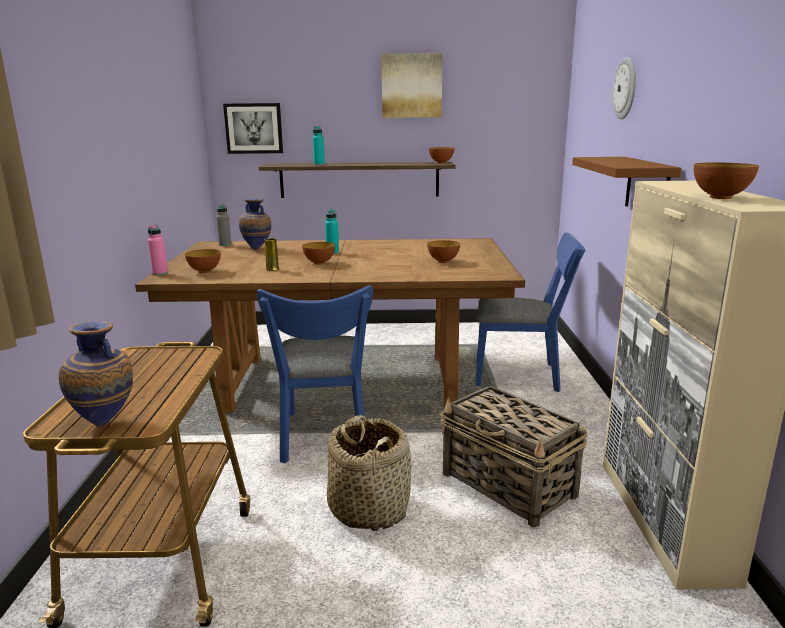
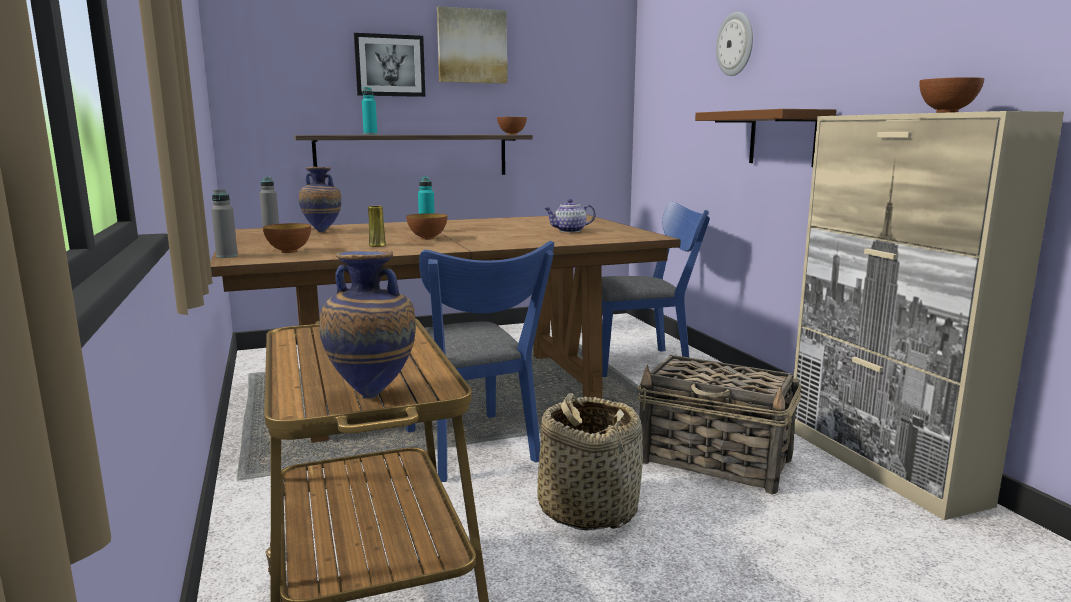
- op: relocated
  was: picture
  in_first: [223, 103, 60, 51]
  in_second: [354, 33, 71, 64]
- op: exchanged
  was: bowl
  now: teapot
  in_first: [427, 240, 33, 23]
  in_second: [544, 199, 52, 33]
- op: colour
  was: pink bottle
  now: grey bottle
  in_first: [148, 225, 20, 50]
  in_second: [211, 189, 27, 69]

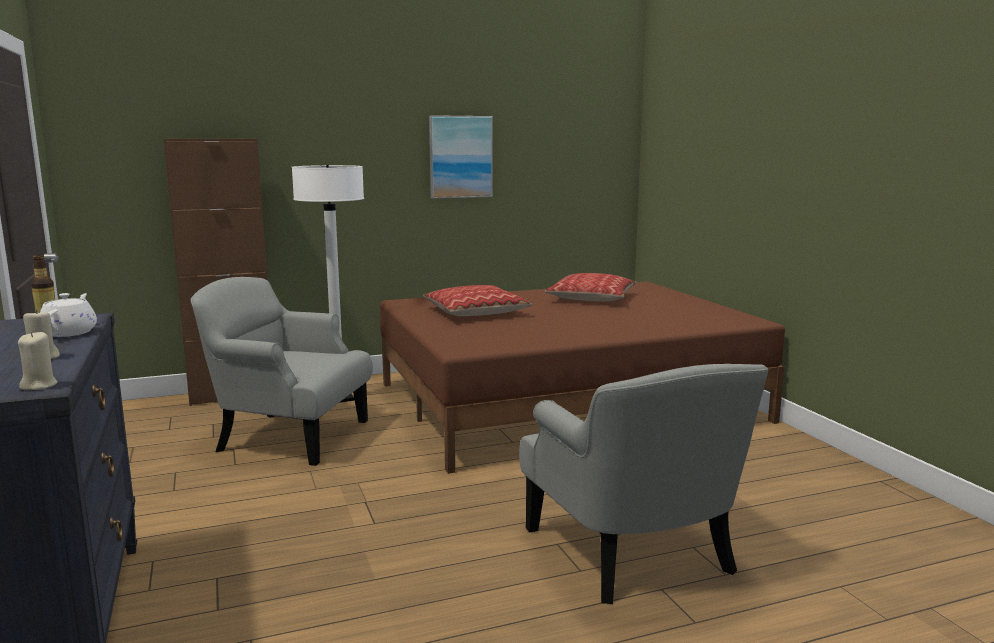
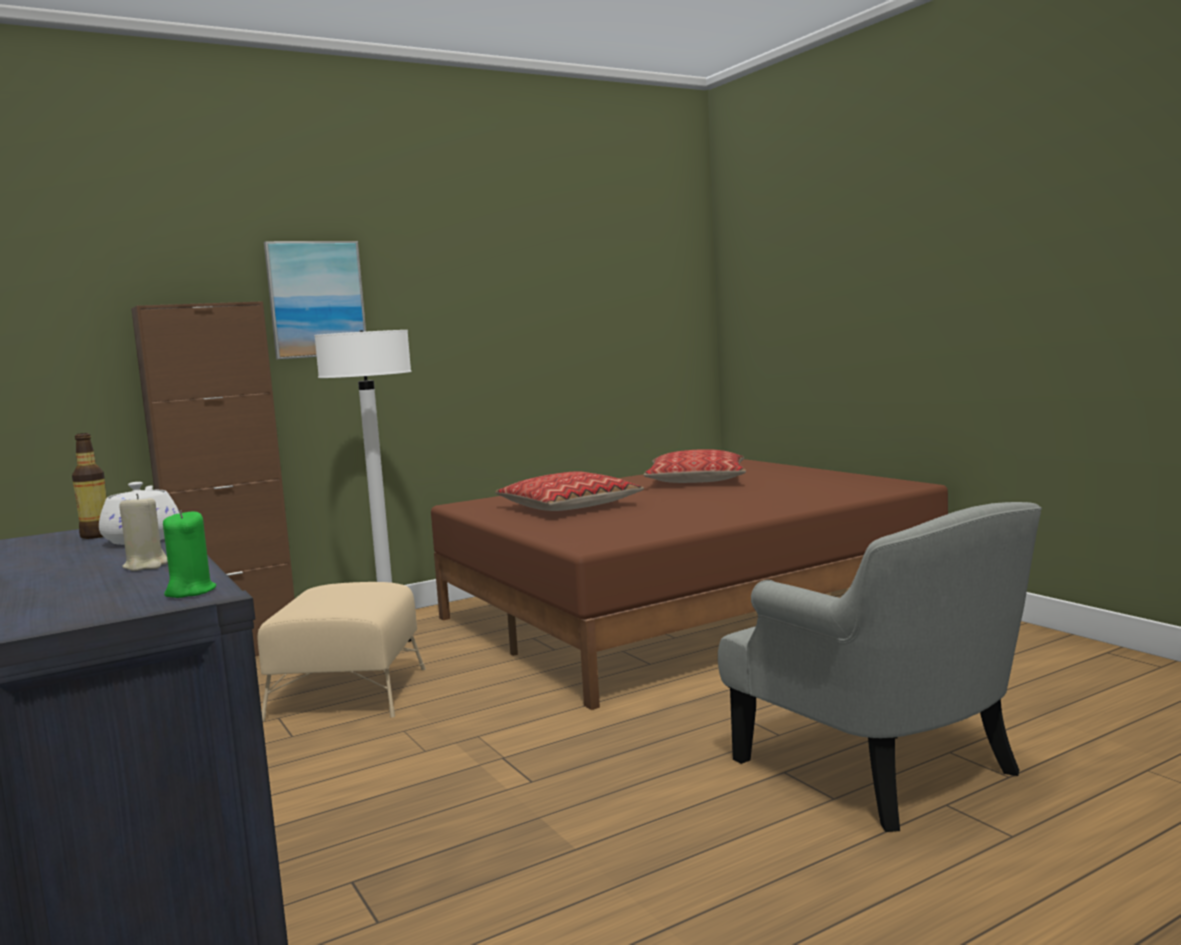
- op: relocated
  was: picture
  in_first: [429, 115, 64, 84]
  in_second: [264, 241, 102, 118]
- op: exchanged
  was: grey armchair
  now: beige ottoman
  in_first: [191, 277, 182, 189]
  in_second: [258, 582, 168, 139]
- op: colour
  was: beige candle
  now: green candle
  in_first: [18, 331, 40, 59]
  in_second: [163, 510, 53, 88]

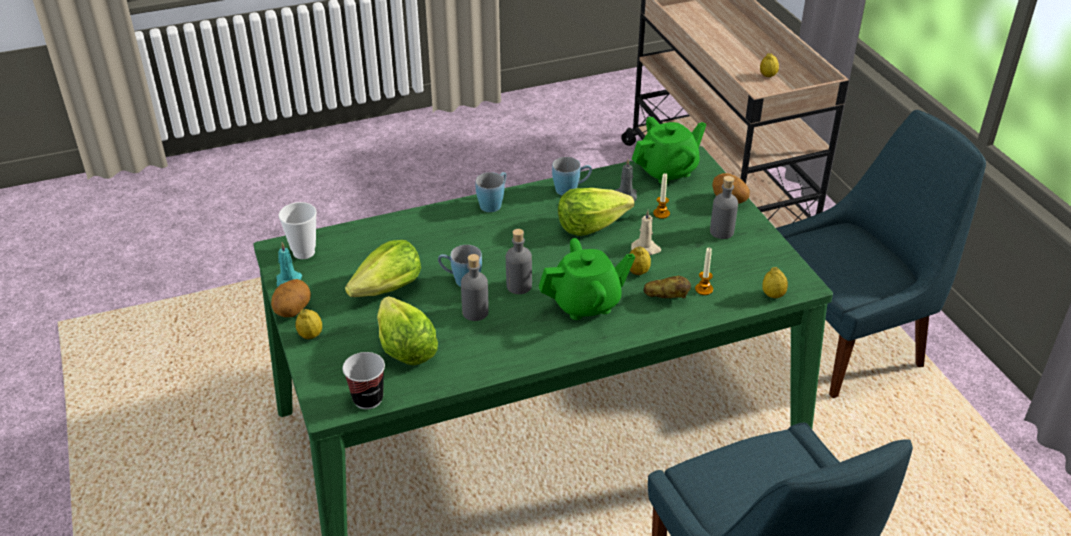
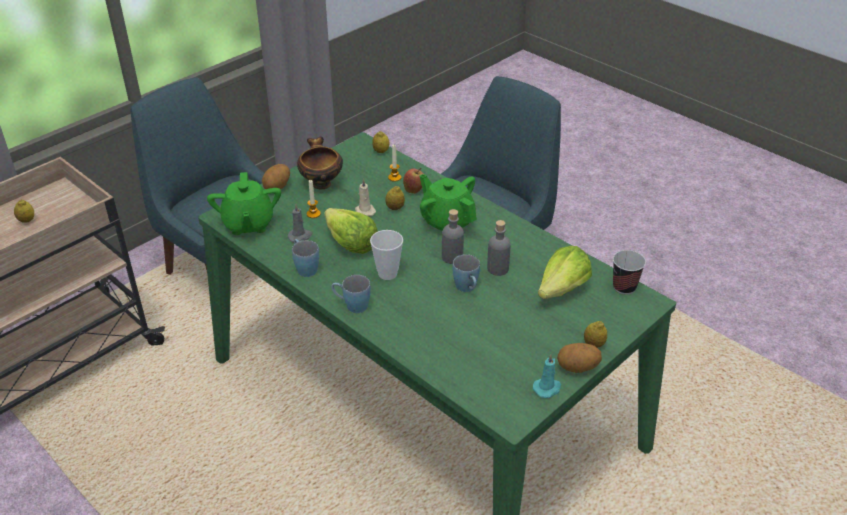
- op: missing
  was: lettuce
  in_first: [345, 240, 76, 57]
- op: relocated
  was: cup
  in_first: [279, 202, 38, 57]
  in_second: [370, 230, 33, 50]
- op: exchanged
  was: potato
  now: apple
  in_first: [644, 276, 47, 22]
  in_second: [403, 168, 22, 26]
- op: exchanged
  was: grey bottle
  now: bowl
  in_first: [710, 176, 28, 63]
  in_second: [297, 136, 46, 54]
- op: spun
  was: green teapot
  in_first: [632, 117, 74, 67]
  in_second: [207, 172, 74, 63]
  clockwise: -135

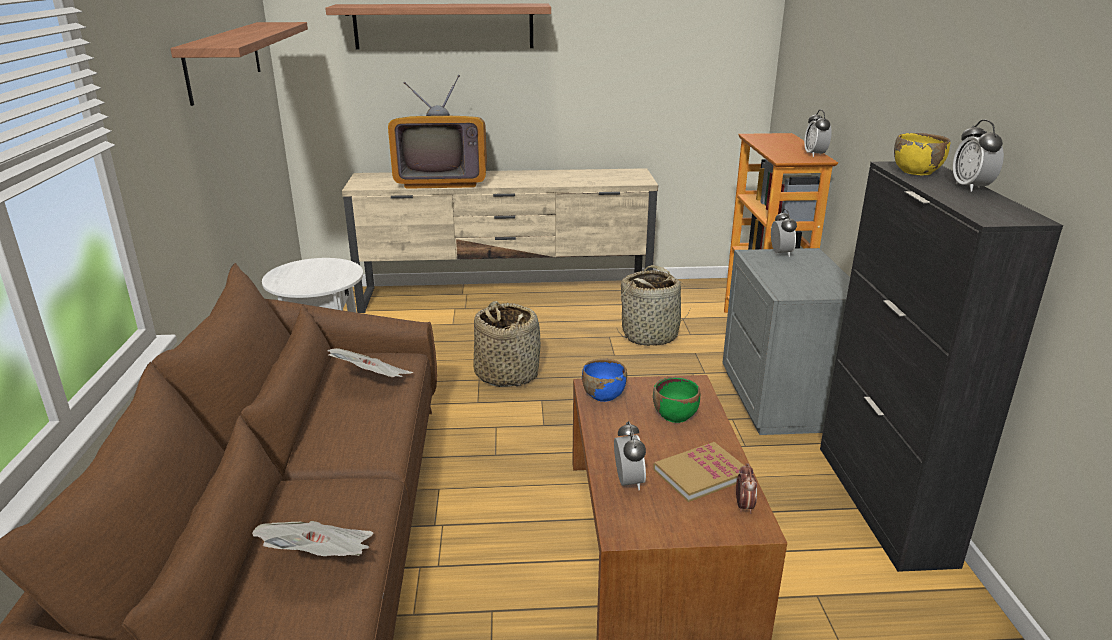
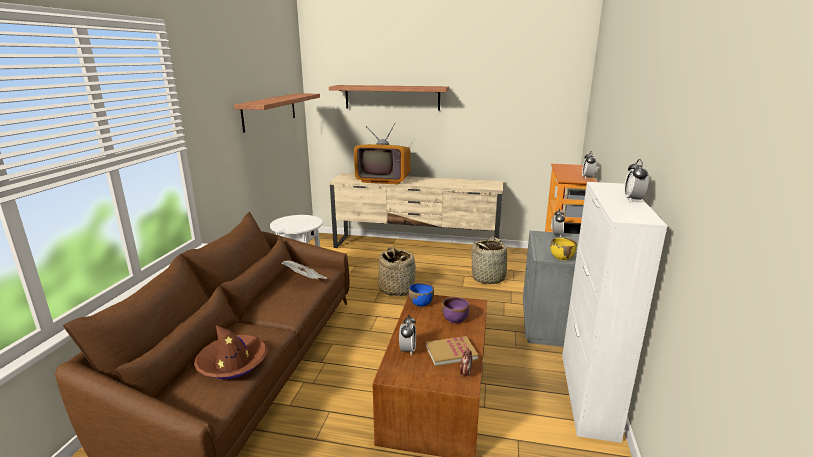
- op: relocated
  was: yellow bowl
  in_first: [894, 133, 56, 42]
  in_second: [550, 238, 27, 22]
- op: exchanged
  was: newspaper
  now: brown hat
  in_first: [252, 521, 121, 35]
  in_second: [194, 325, 73, 54]
- op: colour
  was: green bowl
  now: purple bowl
  in_first: [653, 377, 47, 46]
  in_second: [442, 297, 27, 27]
- op: colour
  was: black cabinet
  now: white cabinet
  in_first: [820, 161, 243, 411]
  in_second: [562, 182, 105, 261]

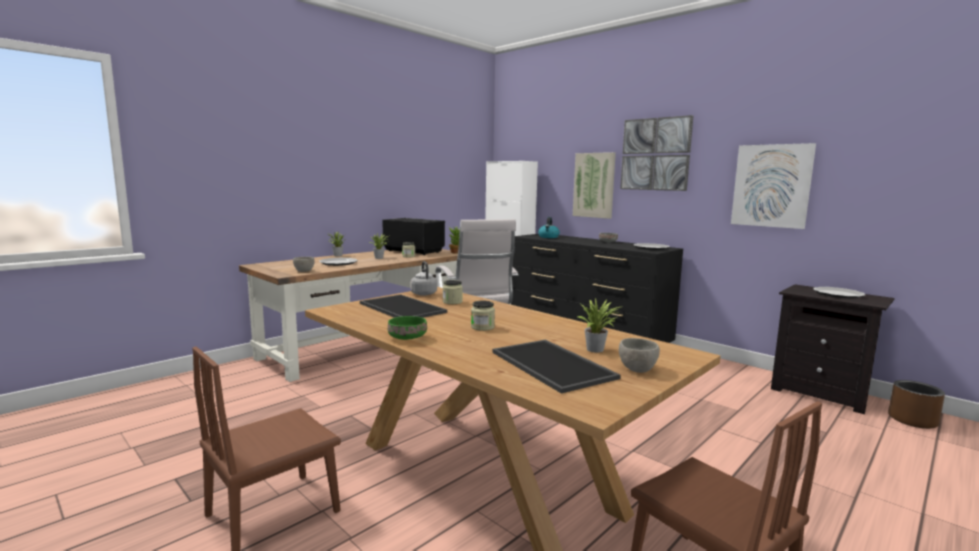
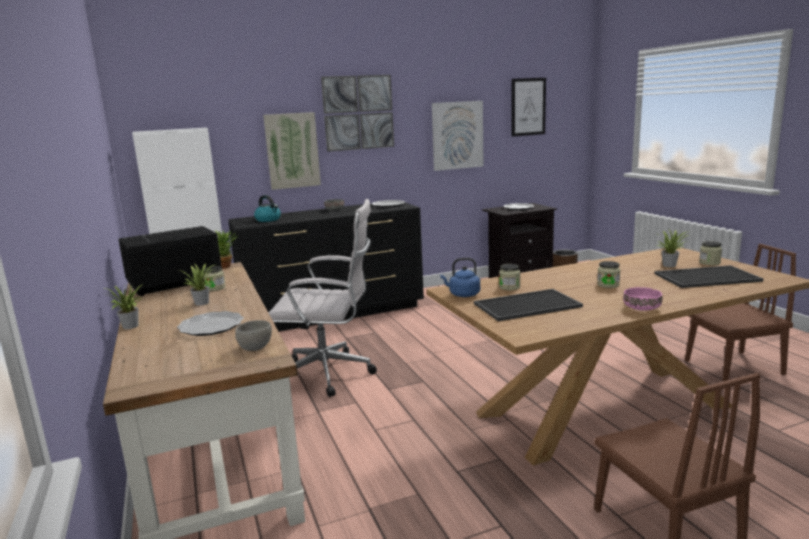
- op: appeared
  now: picture
  in_second: [511, 78, 35, 59]
- op: exchanged
  was: grey bowl
  now: jar
  in_first: [619, 338, 41, 35]
  in_second: [699, 241, 23, 24]
- op: colour
  was: green bowl
  now: pink bowl
  in_first: [388, 316, 39, 24]
  in_second: [623, 287, 39, 24]
- op: colour
  was: grey kettle
  now: blue kettle
  in_first: [411, 261, 26, 35]
  in_second: [440, 258, 40, 39]

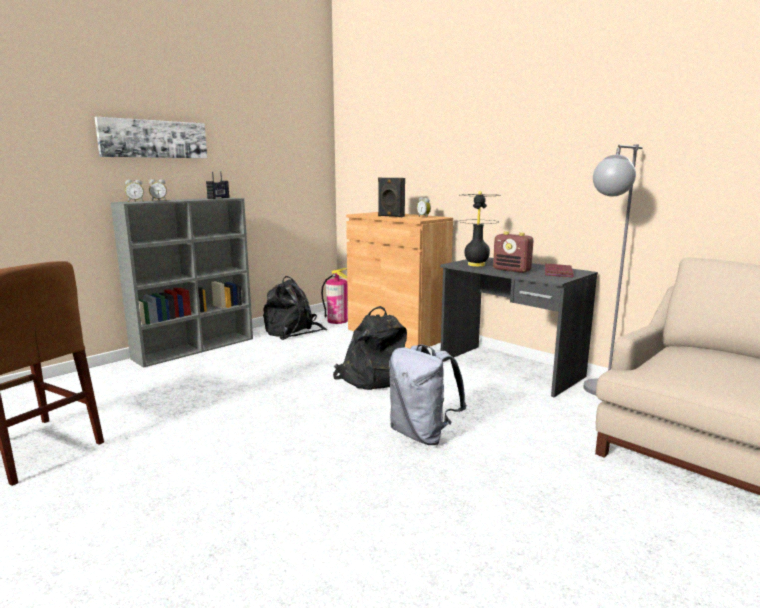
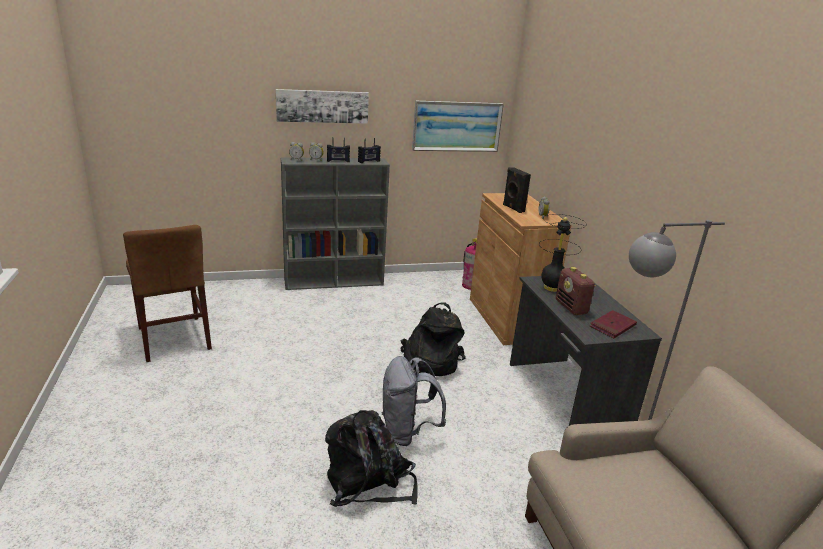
- op: appeared
  now: radio
  in_second: [327, 137, 23, 25]
- op: appeared
  now: picture
  in_second: [412, 101, 92, 51]
- op: relocated
  was: black backpack
  in_first: [263, 276, 65, 64]
  in_second: [325, 410, 93, 97]

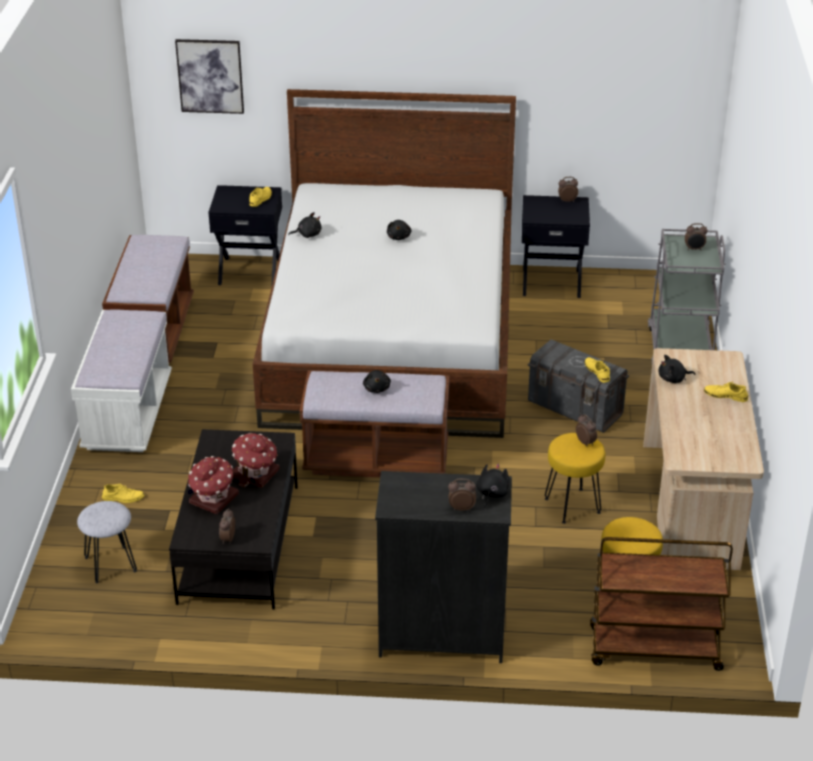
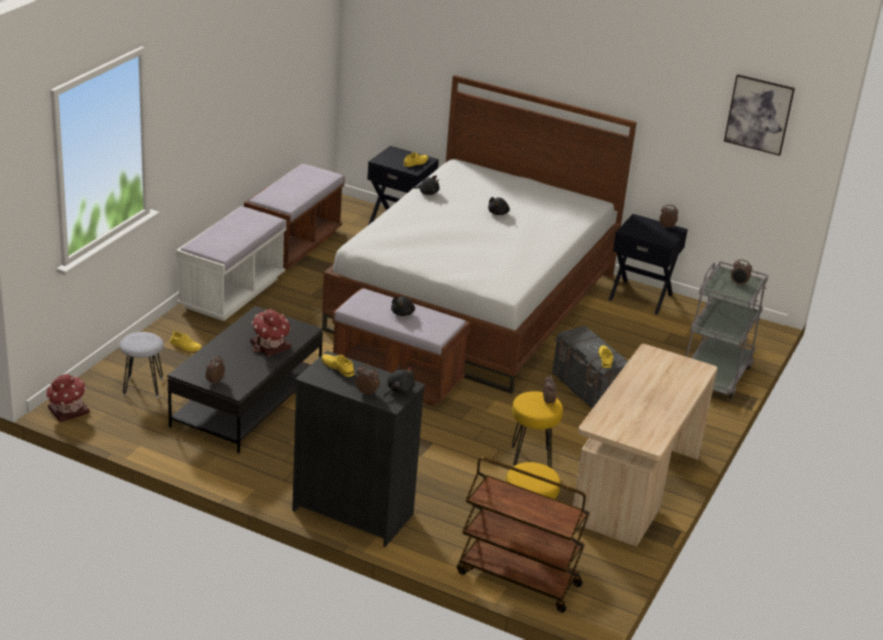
- op: missing
  was: black plush toy
  in_first: [658, 355, 37, 28]
- op: relocated
  was: picture
  in_first: [175, 39, 69, 75]
  in_second: [724, 74, 71, 82]
- op: relocated
  was: toy house
  in_first: [188, 456, 51, 58]
  in_second: [47, 373, 43, 49]
- op: relocated
  was: yellow shoe
  in_first: [704, 382, 44, 20]
  in_second: [321, 354, 34, 23]

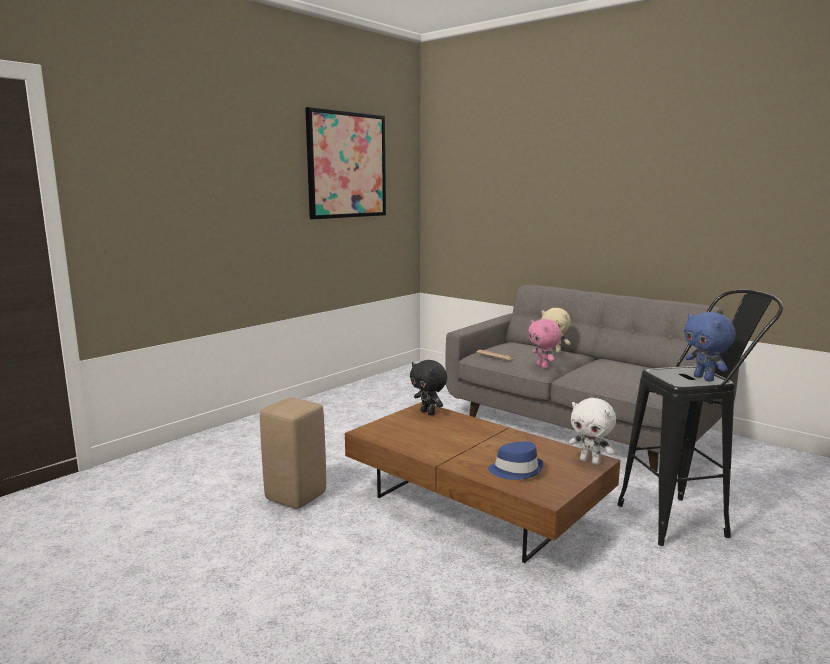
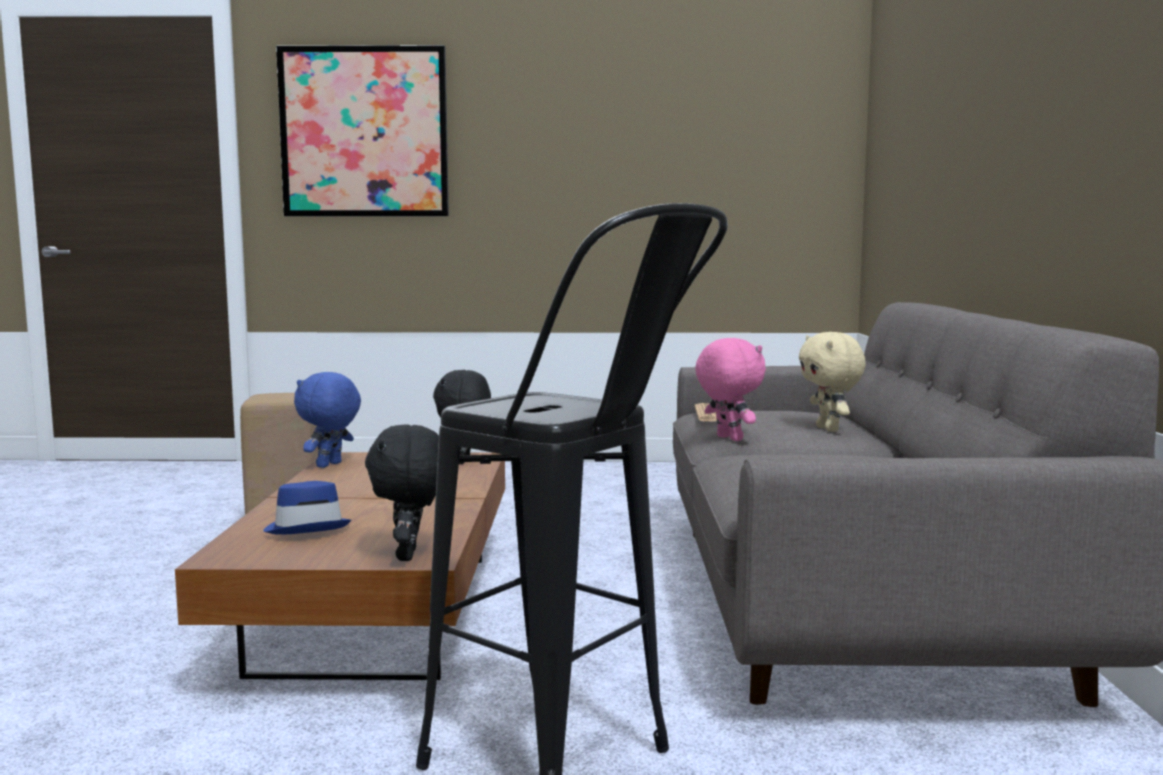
- op: relocated
  was: picture
  in_first: [305, 107, 81, 112]
  in_second: [276, 45, 173, 171]
- op: relocated
  was: blue plush toy
  in_first: [684, 312, 52, 70]
  in_second: [294, 372, 67, 96]
- op: colour
  was: white plush toy
  now: black plush toy
  in_first: [569, 398, 47, 67]
  in_second: [365, 424, 74, 137]
- op: spun
  was: pink plush toy
  in_first: [528, 319, 34, 50]
  in_second: [695, 338, 71, 103]
  clockwise: 120

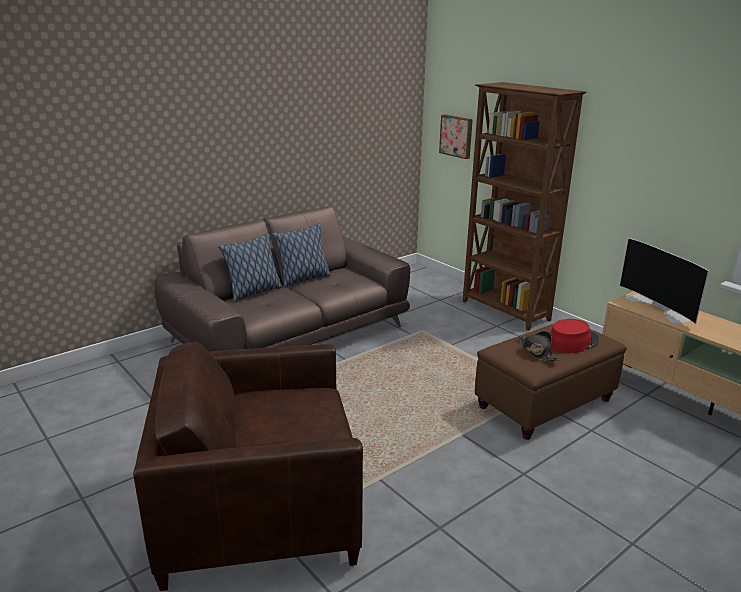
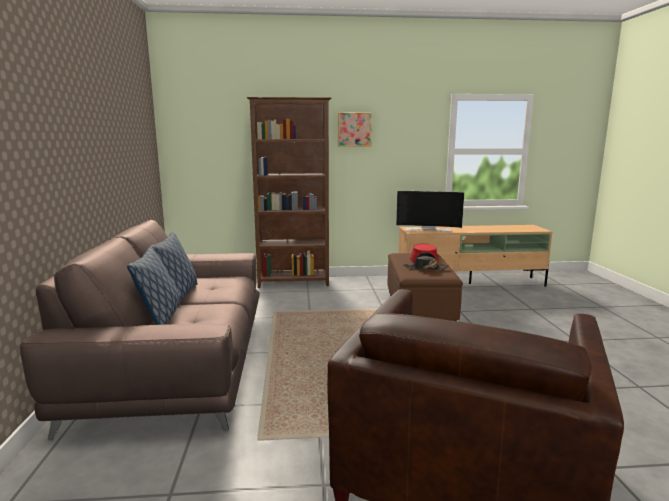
- op: relocated
  was: picture
  in_first: [439, 114, 34, 45]
  in_second: [338, 112, 34, 35]

